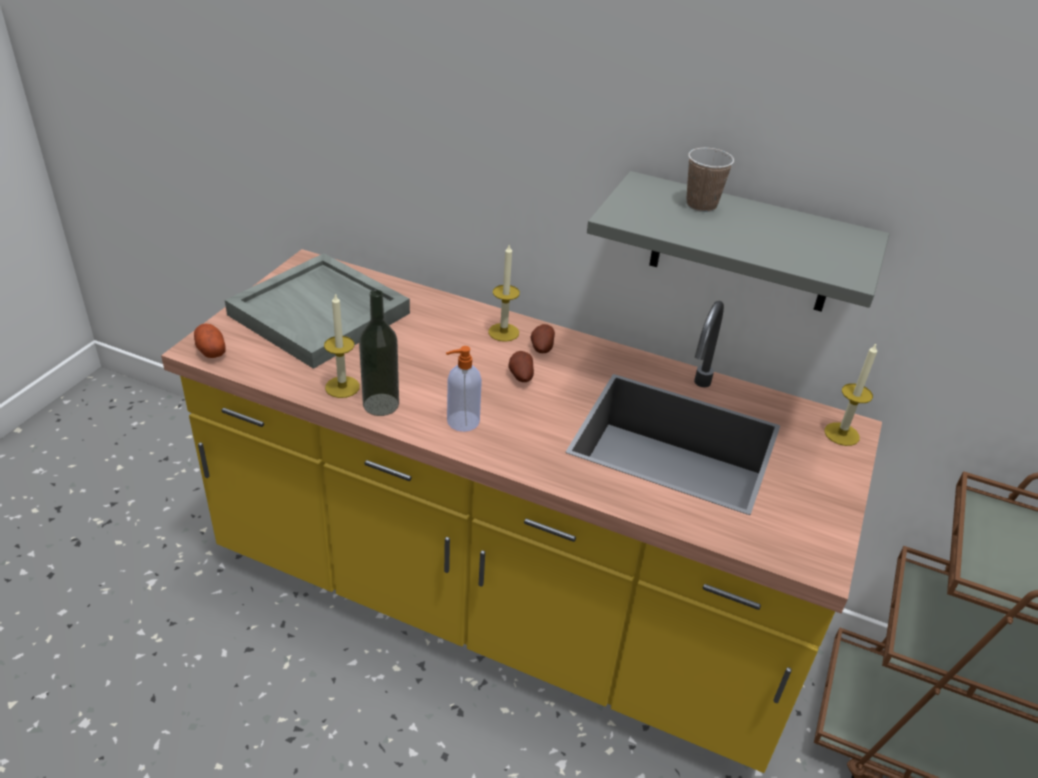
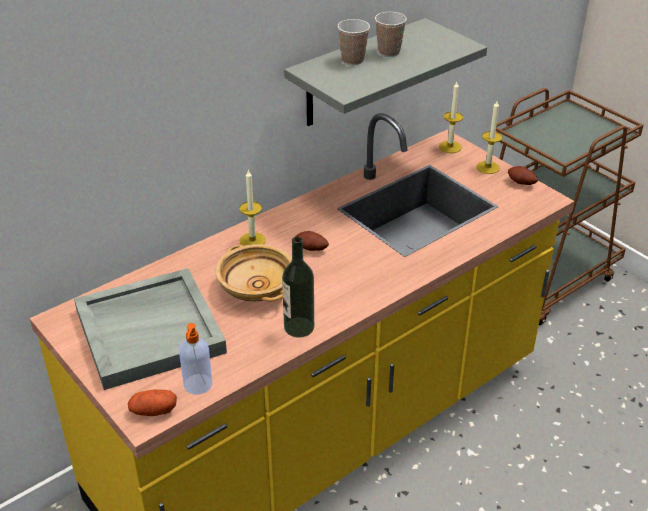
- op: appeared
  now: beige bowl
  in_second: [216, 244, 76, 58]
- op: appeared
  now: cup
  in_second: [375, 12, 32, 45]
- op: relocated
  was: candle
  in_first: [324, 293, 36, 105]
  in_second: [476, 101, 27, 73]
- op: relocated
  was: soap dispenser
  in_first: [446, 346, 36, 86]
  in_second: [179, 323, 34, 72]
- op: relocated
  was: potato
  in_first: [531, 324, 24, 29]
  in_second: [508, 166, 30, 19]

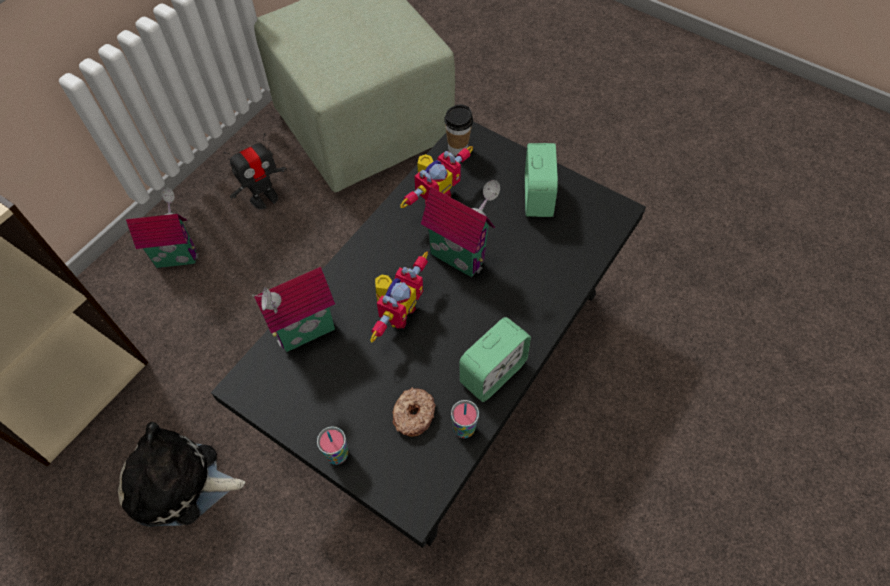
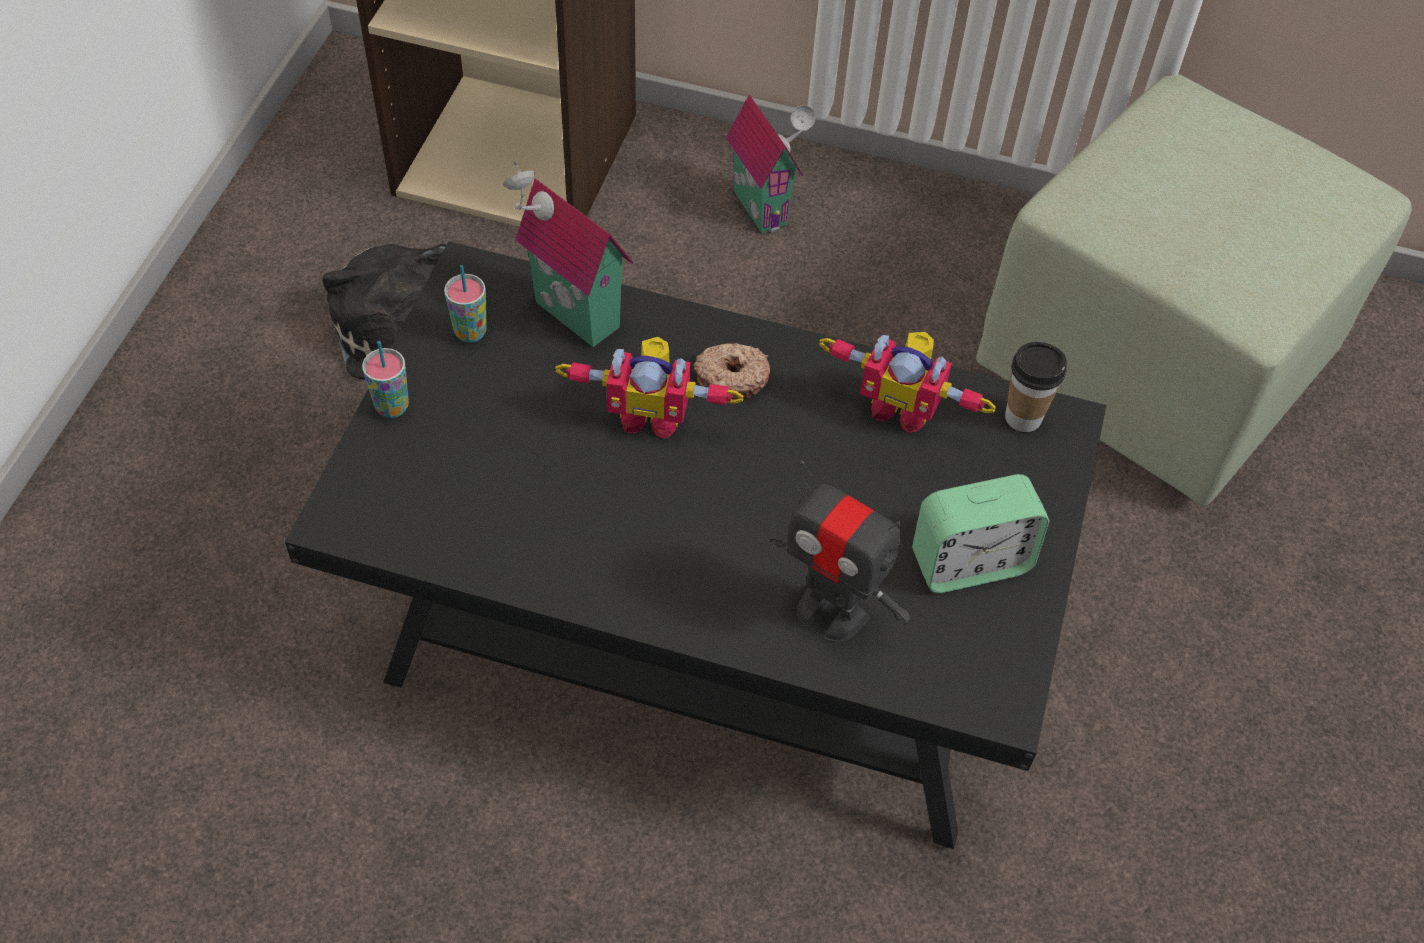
- op: missing
  was: toy house
  in_first: [421, 180, 79, 97]
- op: missing
  was: alarm clock
  in_first: [459, 317, 72, 85]
- op: relocated
  was: toy robot
  in_first: [224, 133, 63, 76]
  in_second: [770, 460, 141, 182]
- op: relocated
  was: donut
  in_first: [393, 387, 43, 50]
  in_second: [693, 343, 77, 56]
- op: relocated
  was: cup
  in_first: [451, 400, 28, 38]
  in_second: [444, 265, 43, 78]

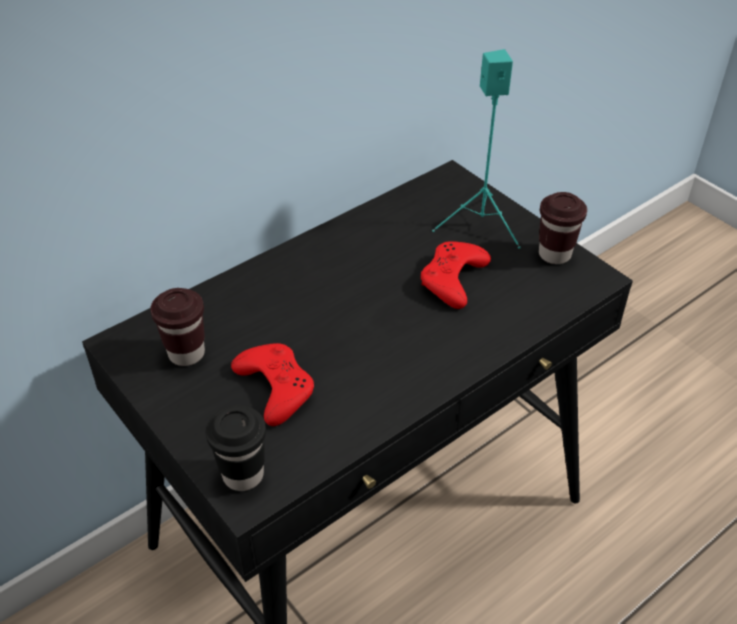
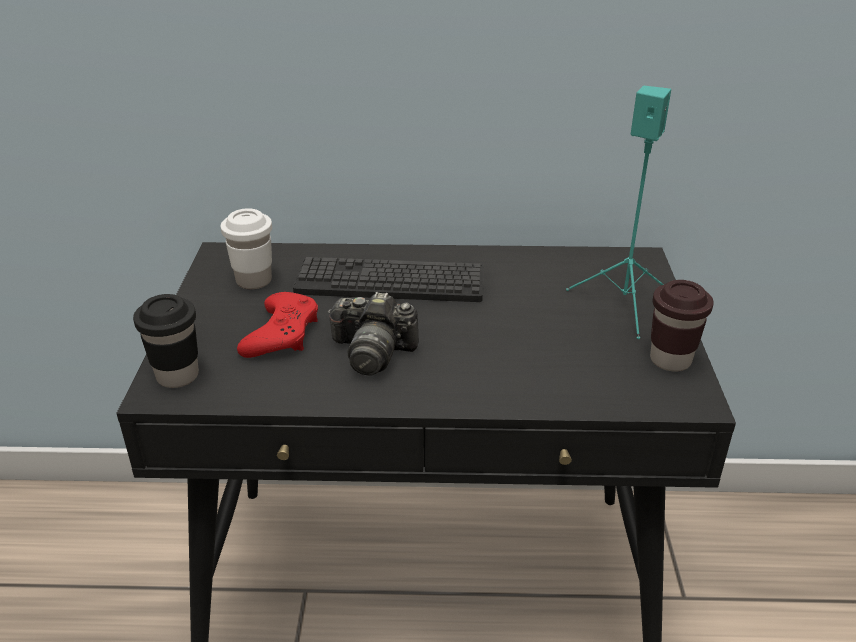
- op: missing
  was: red game controller
  in_first: [421, 241, 70, 68]
- op: appeared
  now: keyboard
  in_second: [293, 257, 191, 45]
- op: appeared
  now: photo camera
  in_second: [328, 292, 91, 84]
- op: colour
  was: brown cup
  now: white cup
  in_first: [150, 288, 55, 78]
  in_second: [221, 208, 51, 81]

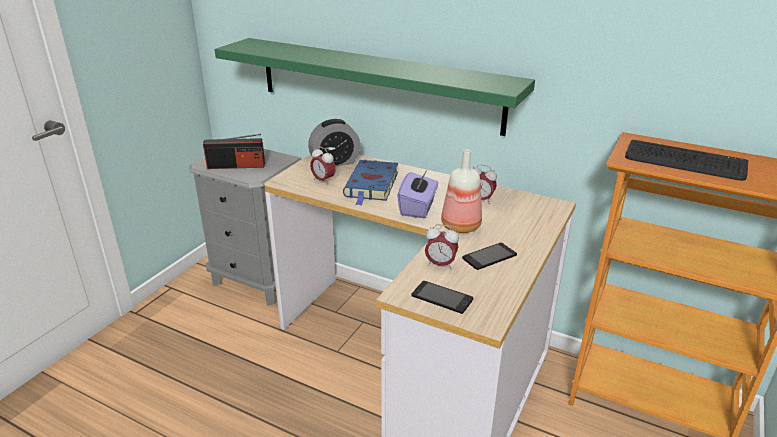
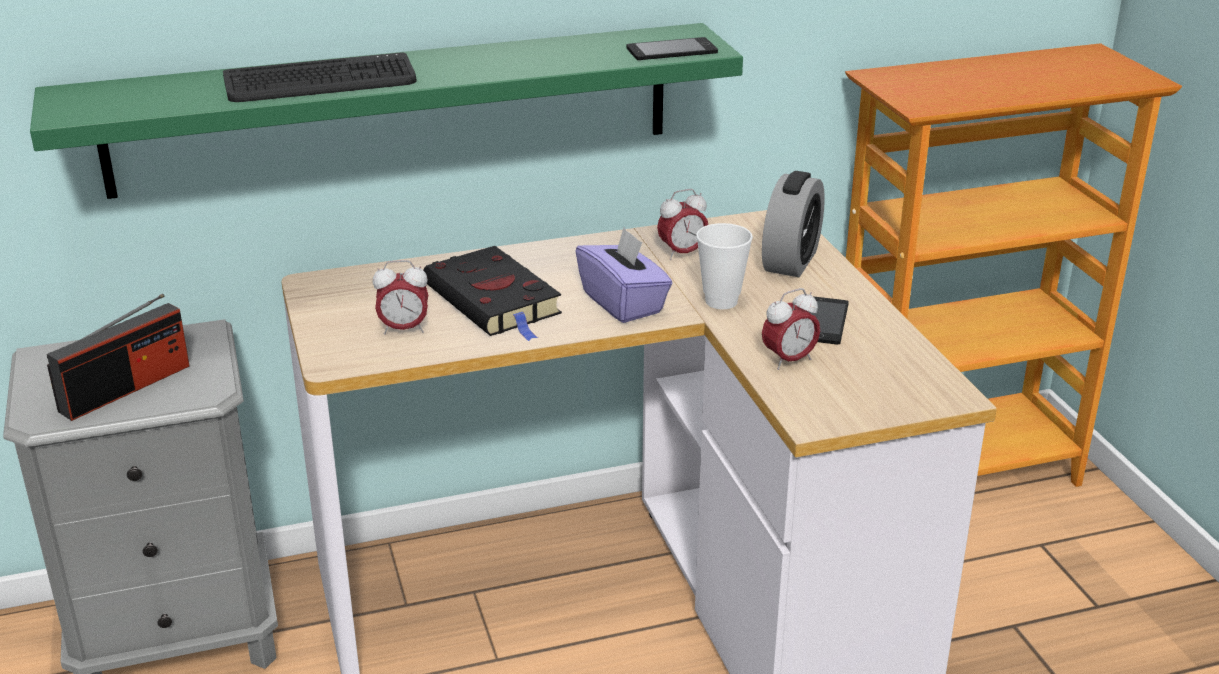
- op: relocated
  was: alarm clock
  in_first: [308, 119, 52, 48]
  in_second: [762, 171, 63, 106]
- op: relocated
  was: phone
  in_first: [411, 281, 62, 33]
  in_second: [626, 37, 92, 23]
- op: relocated
  was: keyboard
  in_first: [625, 140, 123, 41]
  in_second: [223, 53, 194, 49]
- op: exchanged
  was: bottle
  now: cup
  in_first: [441, 149, 41, 84]
  in_second: [696, 223, 57, 86]
- op: colour
  was: blue book
  now: black book
  in_first: [343, 160, 55, 46]
  in_second: [423, 246, 139, 95]

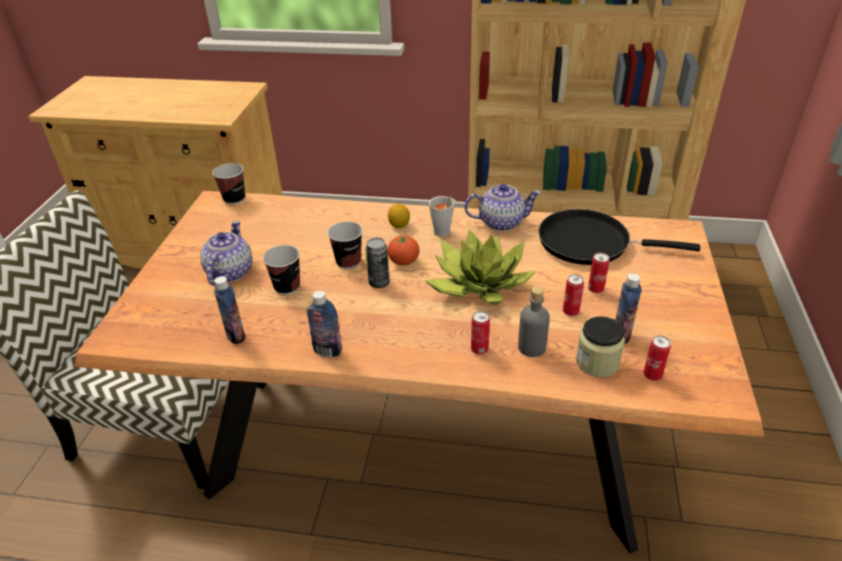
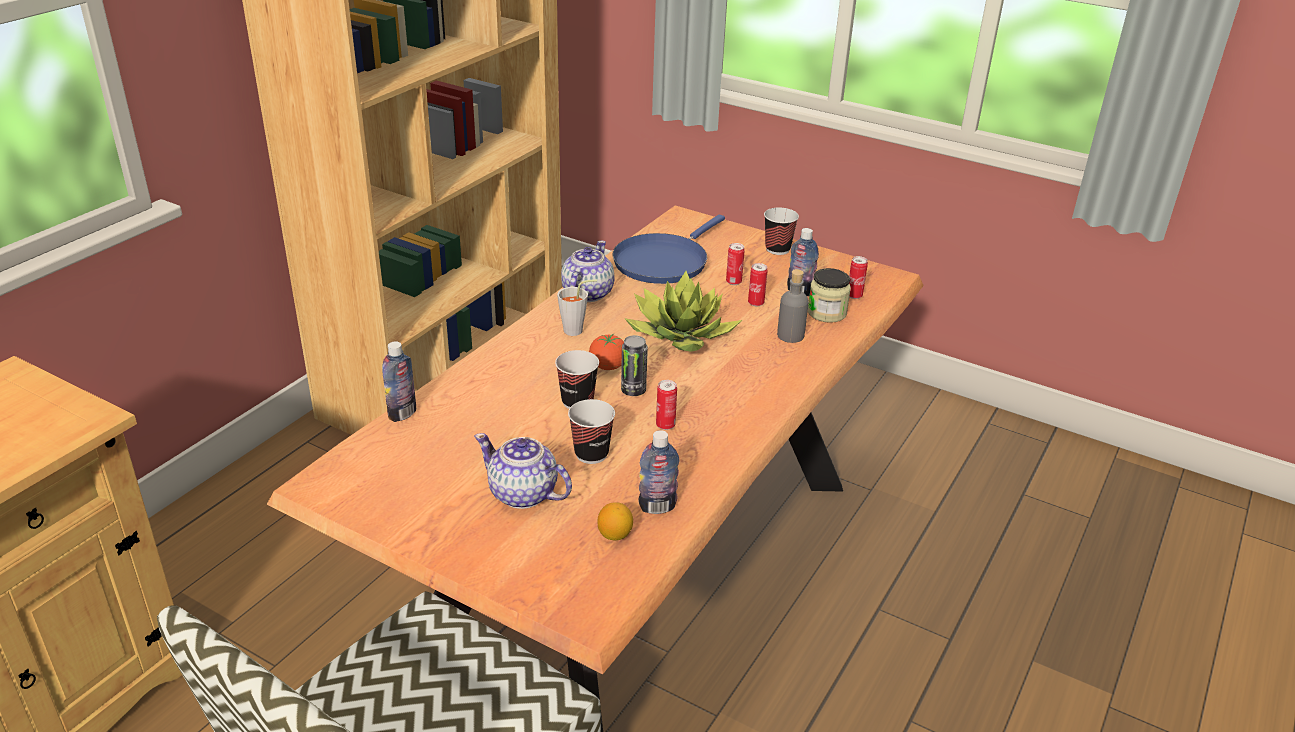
- op: relocated
  was: cup
  in_first: [212, 163, 33, 42]
  in_second: [764, 208, 35, 47]
- op: relocated
  was: bottle
  in_first: [307, 291, 35, 66]
  in_second: [382, 341, 34, 81]
- op: relocated
  was: lemon
  in_first: [388, 204, 22, 24]
  in_second: [597, 502, 36, 38]
- op: relocated
  was: can
  in_first: [471, 311, 19, 44]
  in_second: [656, 380, 21, 50]
- op: colour
  was: black frying pan
  now: blue frying pan
  in_first: [538, 209, 163, 56]
  in_second: [612, 215, 113, 69]

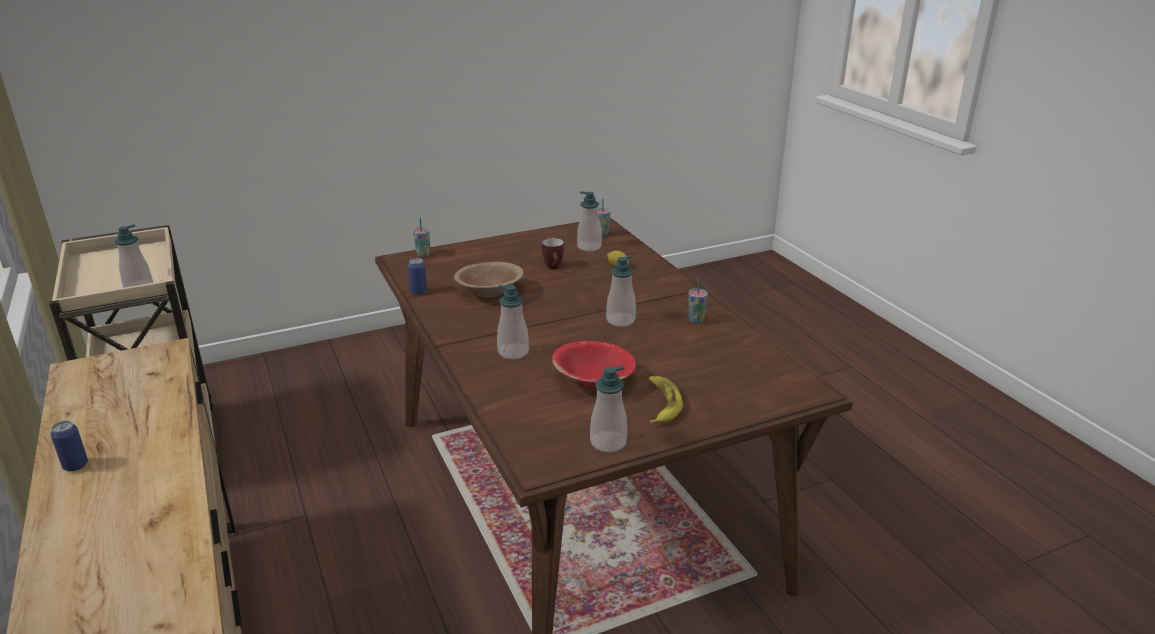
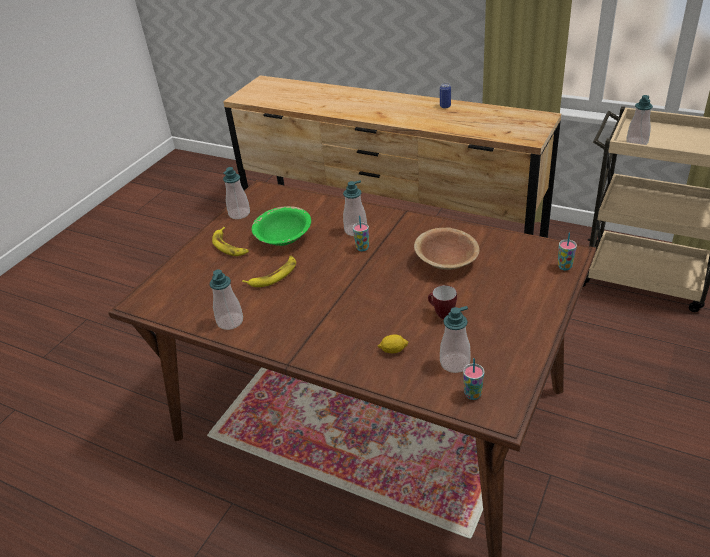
- op: missing
  was: can
  in_first: [408, 258, 19, 37]
- op: appeared
  now: banana
  in_second: [242, 256, 54, 31]
- op: relocated
  was: soap dispenser
  in_first: [606, 255, 30, 72]
  in_second: [210, 269, 33, 61]
- op: relocated
  was: cup
  in_first: [689, 278, 19, 45]
  in_second: [353, 216, 16, 35]
- op: colour
  was: red bowl
  now: green bowl
  in_first: [552, 341, 84, 48]
  in_second: [252, 206, 59, 40]

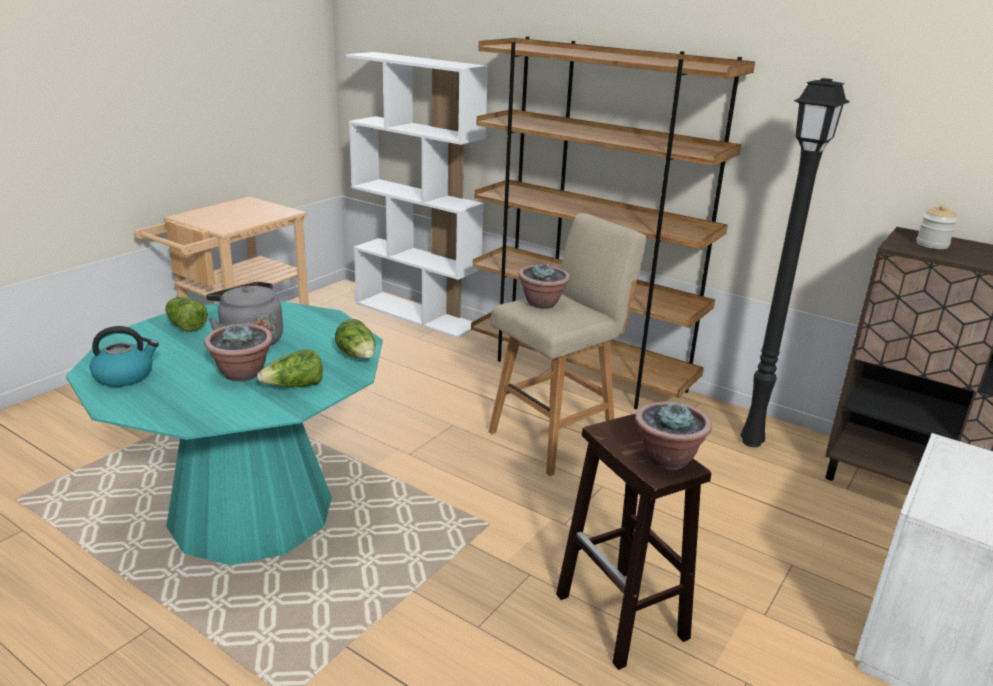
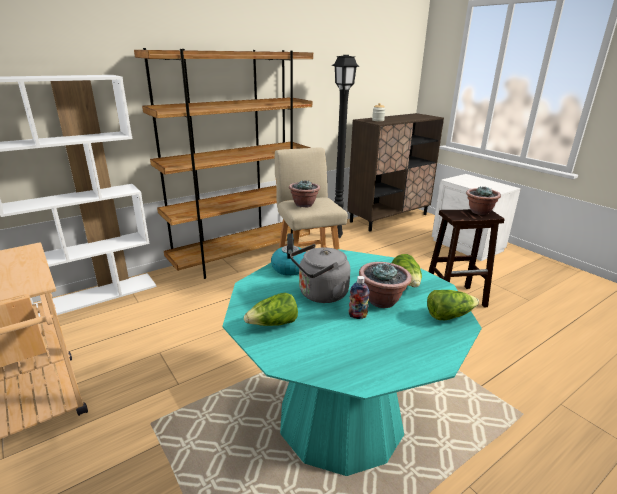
- op: appeared
  now: bottle
  in_second: [349, 276, 21, 43]
- op: relocated
  was: kettle
  in_first: [90, 326, 69, 61]
  in_second: [271, 233, 35, 43]
- op: relocated
  was: lettuce
  in_first: [335, 319, 41, 40]
  in_second: [427, 290, 52, 30]

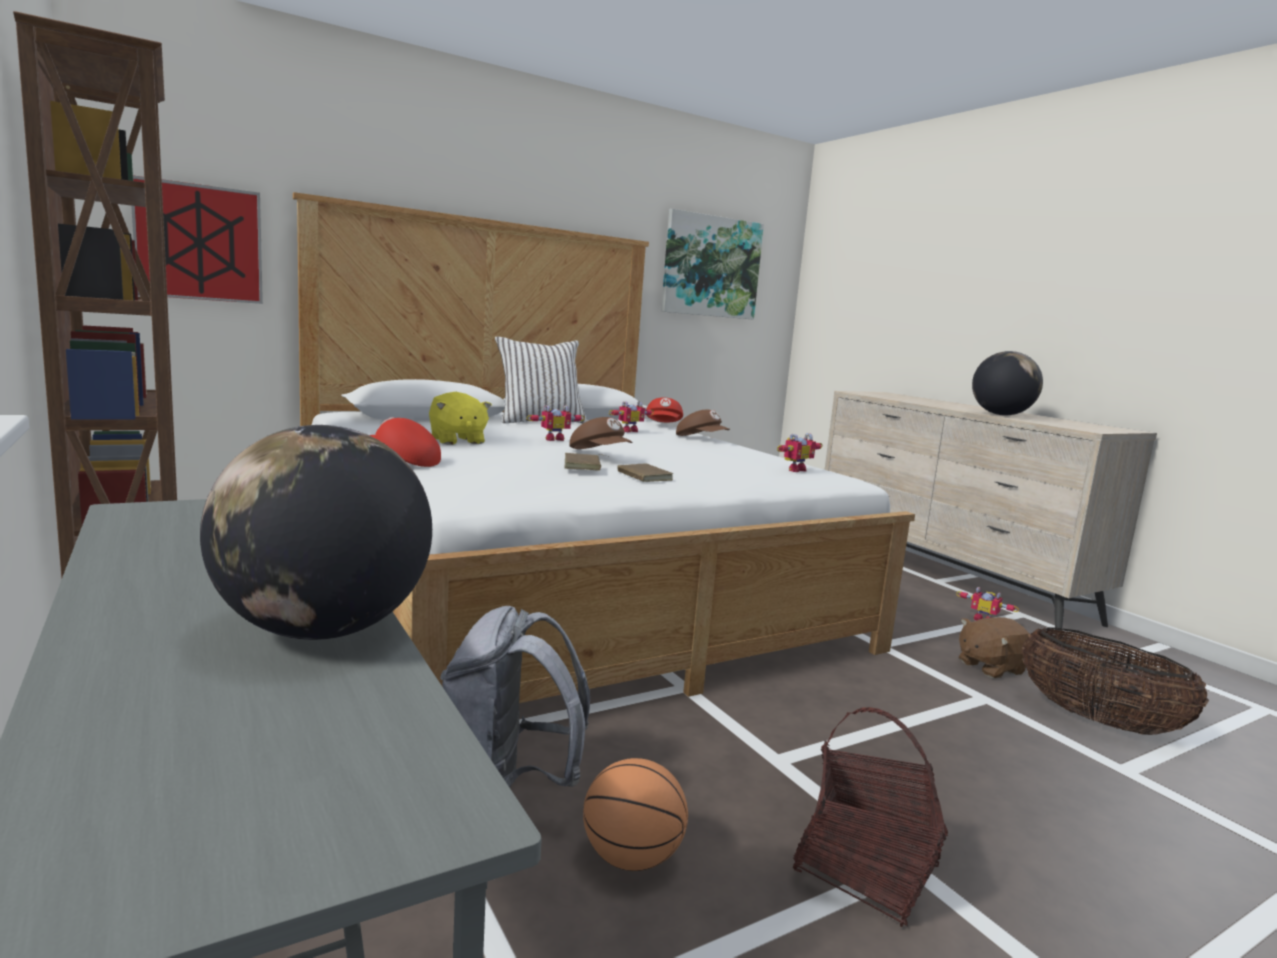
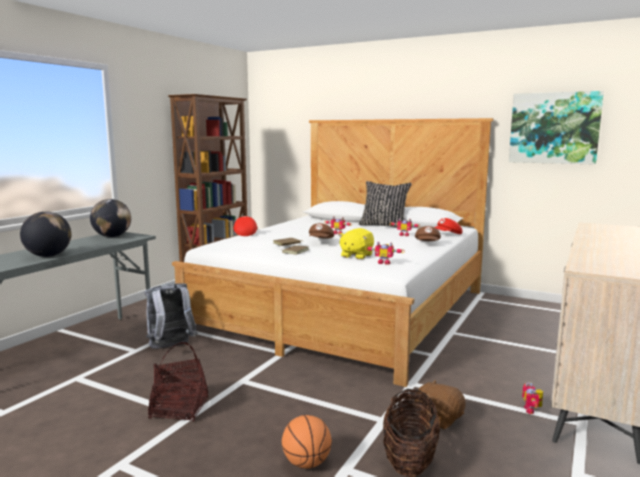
- op: missing
  was: picture
  in_first: [131, 175, 132, 129]
- op: relocated
  was: yellow plush toy
  in_first: [429, 392, 63, 53]
  in_second: [338, 228, 36, 32]
- op: relocated
  was: basketball
  in_first: [583, 758, 105, 113]
  in_second: [281, 415, 51, 53]
- op: relocated
  was: globe
  in_first: [972, 351, 71, 64]
  in_second: [90, 199, 41, 38]
- op: colour
  was: white pillow
  now: black pillow
  in_first: [495, 337, 92, 86]
  in_second: [359, 181, 53, 47]

